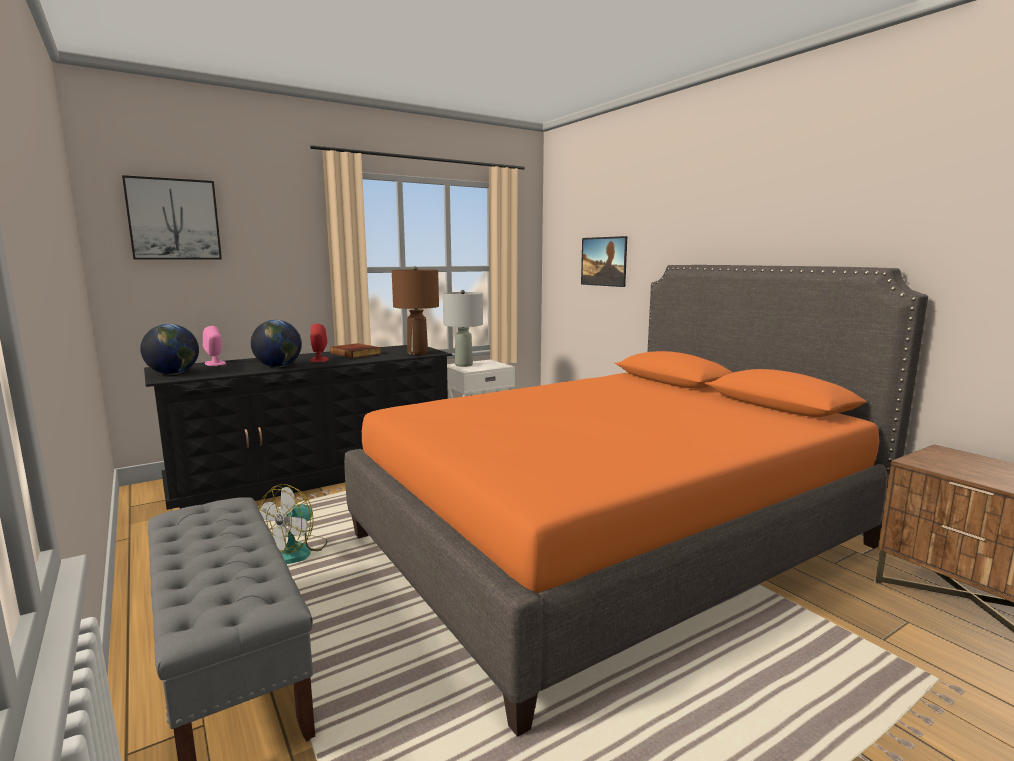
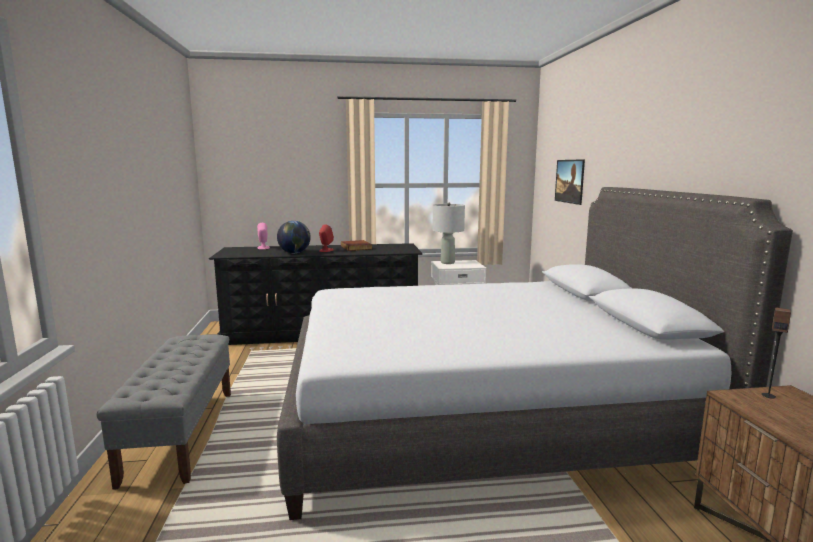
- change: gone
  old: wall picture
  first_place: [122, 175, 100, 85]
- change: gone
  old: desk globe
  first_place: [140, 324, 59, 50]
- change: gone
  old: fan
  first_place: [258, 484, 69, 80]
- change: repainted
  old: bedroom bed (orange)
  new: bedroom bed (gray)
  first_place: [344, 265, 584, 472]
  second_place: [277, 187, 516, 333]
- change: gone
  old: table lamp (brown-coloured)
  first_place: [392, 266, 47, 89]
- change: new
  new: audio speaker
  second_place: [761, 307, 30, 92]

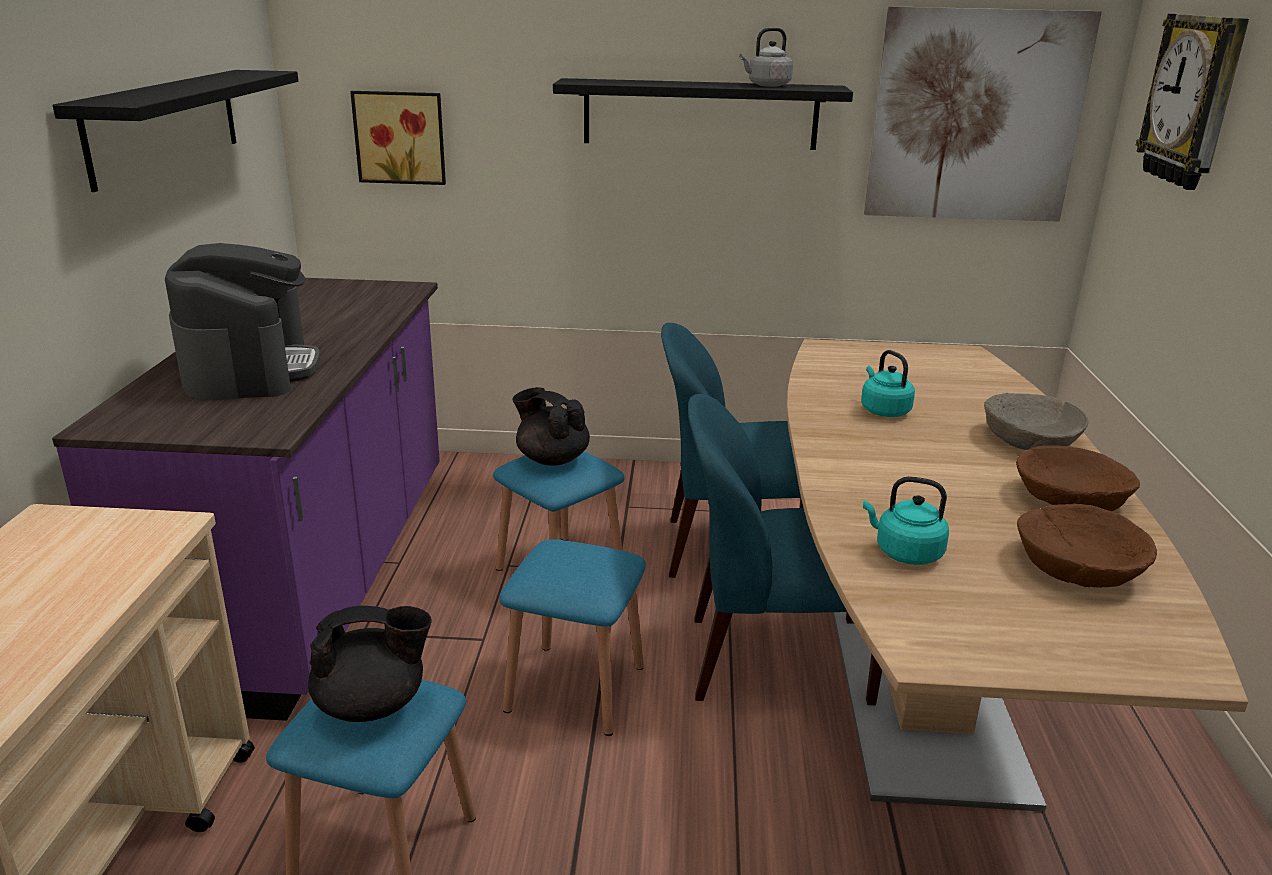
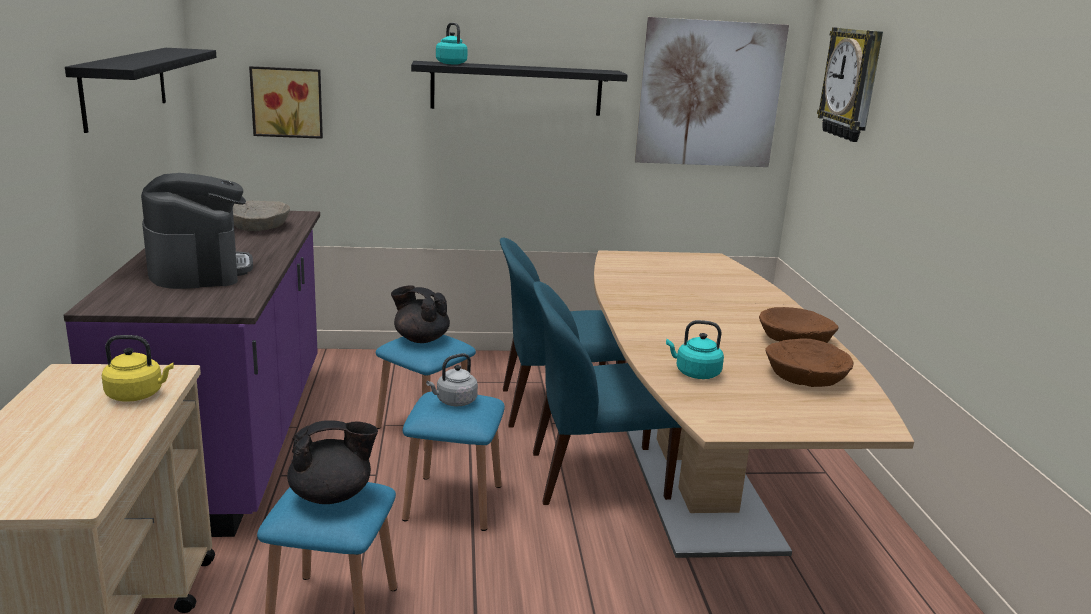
- change: shifted
  old: water kettle (gray)
  first_place: [739, 28, 54, 59]
  second_place: [426, 353, 52, 53]
- change: shifted
  old: water kettle (blue-green)
  first_place: [861, 350, 54, 67]
  second_place: [436, 23, 32, 41]
- change: shifted
  old: serving bowl (beige)
  first_place: [984, 393, 105, 57]
  second_place: [233, 200, 57, 31]
- change: new
  new: water kettle (yellow-coloured)
  second_place: [102, 335, 72, 67]

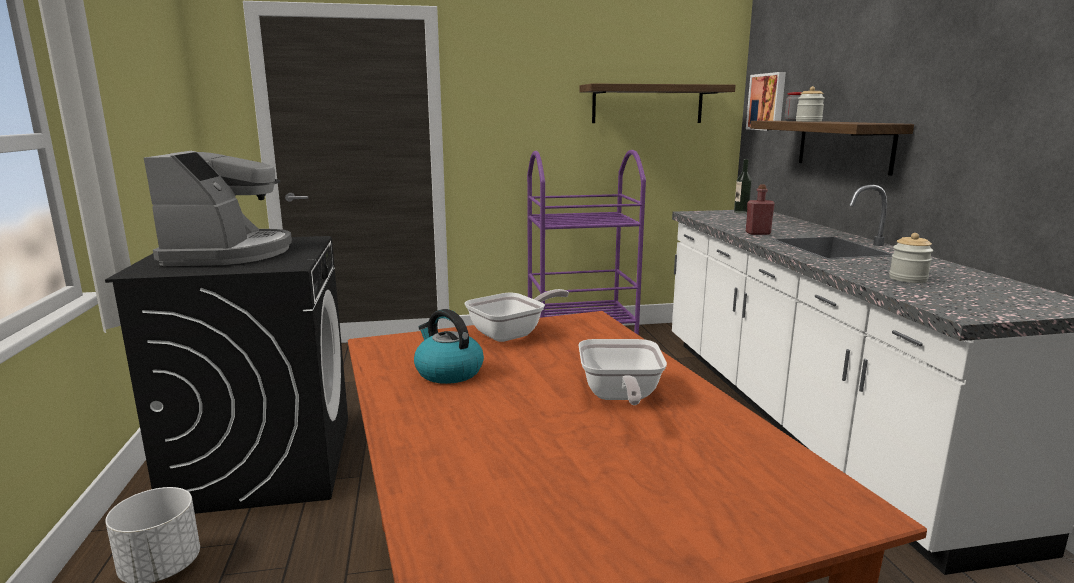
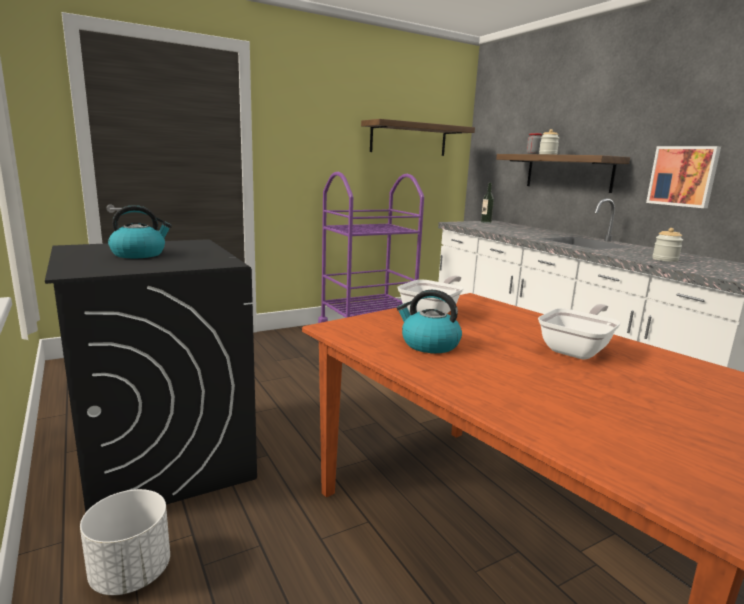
- change: swapped
  old: coffee maker
  new: water kettle
  first_place: [144, 151, 148, 115]
  second_place: [108, 205, 64, 53]
- change: rotated
  old: skillet
  first_place: [578, 339, 89, 66]
  second_place: [538, 304, 83, 56]
  degrees: -120
- change: shifted
  old: wall picture
  first_place: [746, 72, 40, 59]
  second_place: [646, 146, 75, 62]
- change: gone
  old: beverage bottle (reddish)
  first_place: [746, 184, 29, 51]

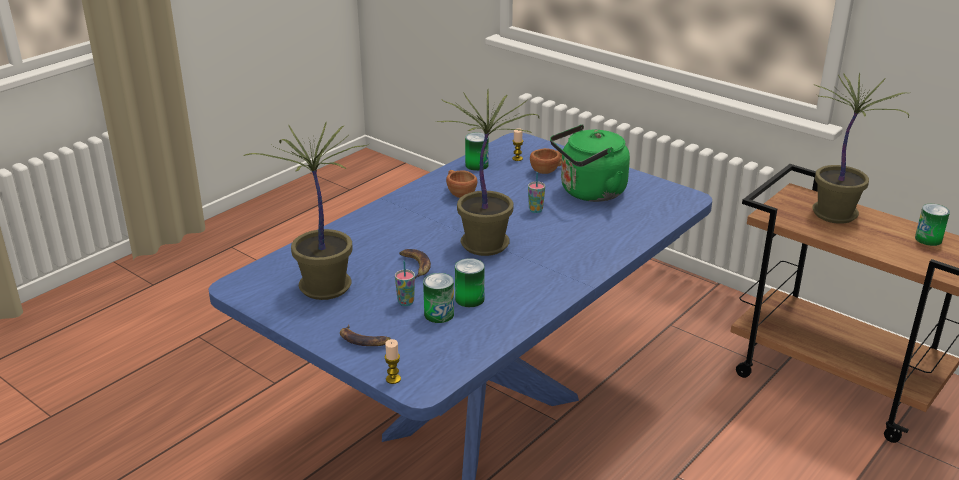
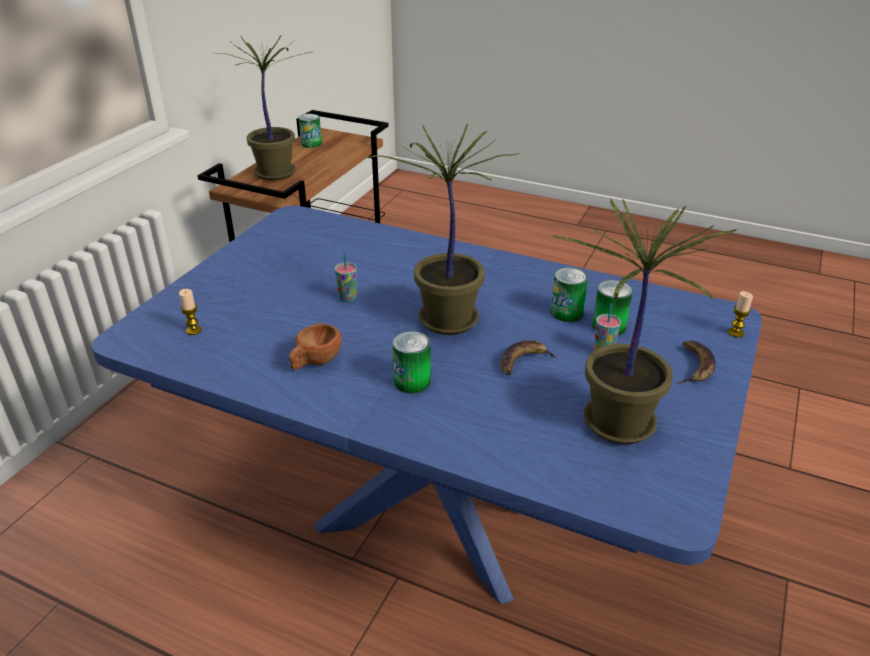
- change: shifted
  old: can
  first_place: [465, 132, 24, 39]
  second_place: [392, 331, 39, 62]
- change: gone
  old: small cup (brown-coloured)
  first_place: [530, 148, 32, 26]
- change: gone
  old: water kettle (greenish)
  first_place: [550, 125, 80, 77]

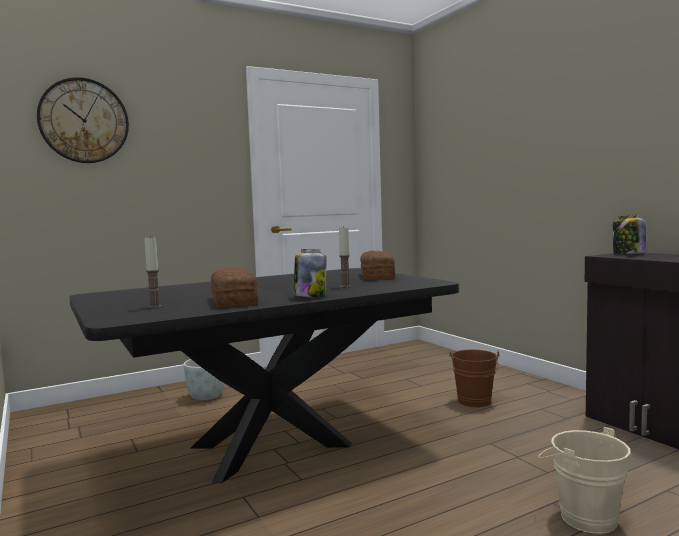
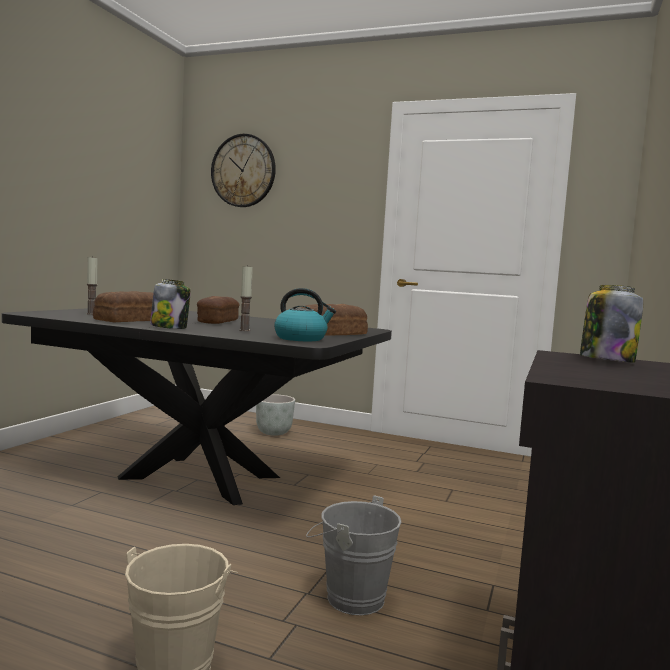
- change: gone
  old: pail (brown-coloured)
  first_place: [449, 349, 50, 59]
- change: new
  new: bakery bread
  second_place: [197, 296, 42, 28]
- change: new
  new: water kettle
  second_place: [274, 288, 62, 53]
- change: new
  new: pail (gray)
  second_place: [306, 495, 96, 120]

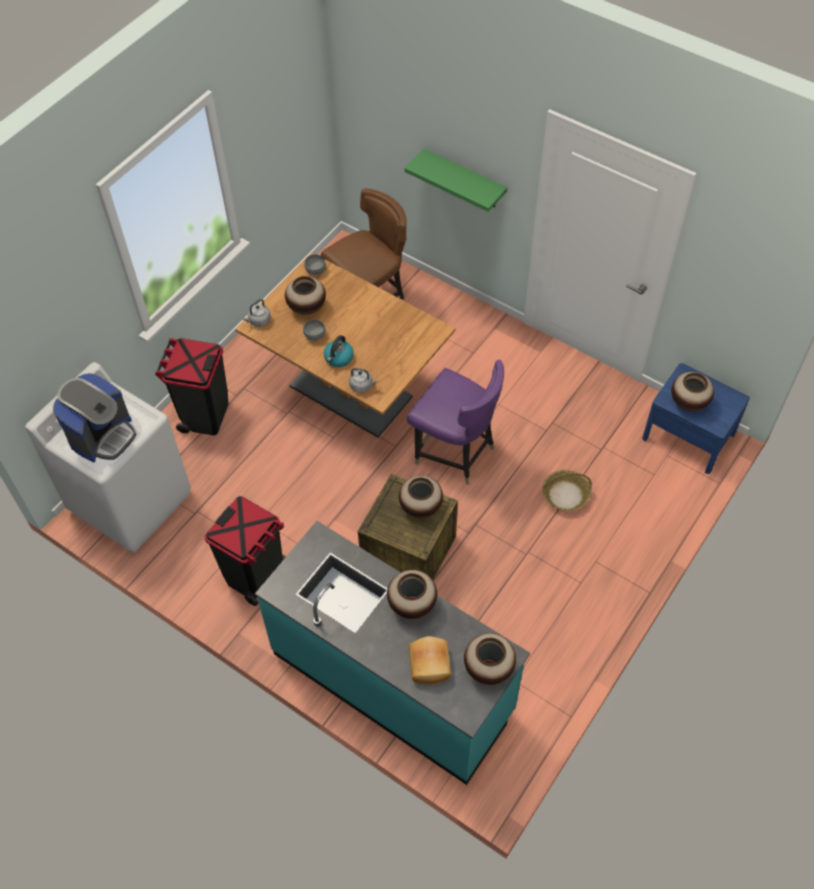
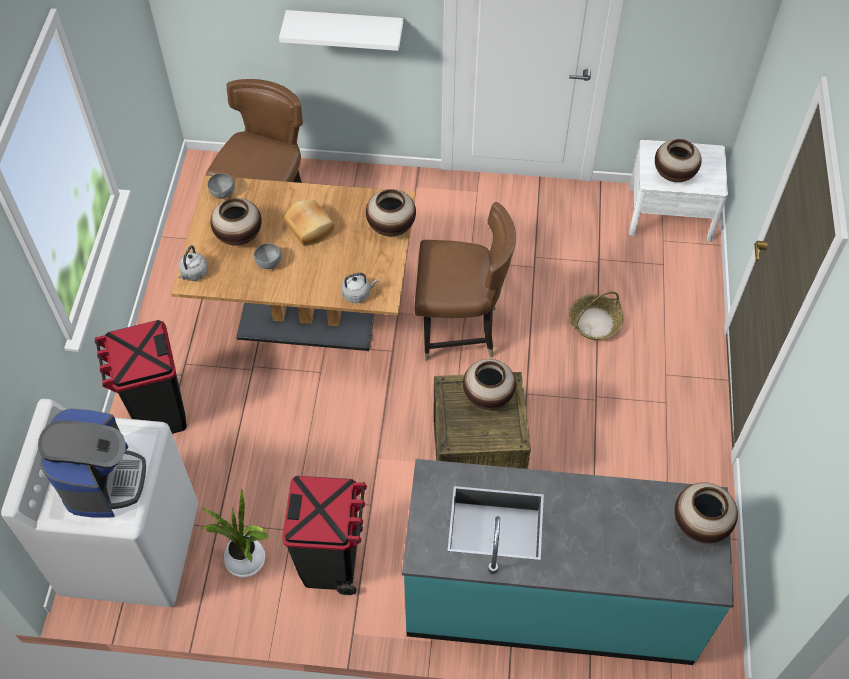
- change: gone
  old: water kettle
  first_place: [324, 335, 30, 32]
- change: shifted
  old: vase
  first_place: [387, 570, 50, 49]
  second_place: [366, 189, 50, 47]
- change: repainted
  old: shelf (greenish)
  new: shelf (white)
  first_place: [405, 149, 102, 63]
  second_place: [279, 10, 124, 41]
- change: repainted
  old: plain chair (purplish)
  new: plain chair (brown-coloured)
  first_place: [407, 360, 97, 125]
  second_place: [414, 202, 102, 159]
- change: shifted
  old: bakery bread
  first_place: [409, 636, 42, 49]
  second_place: [284, 200, 50, 46]
- change: repainted
  old: night table (blue-coloured)
  new: night table (white)
  first_place: [642, 363, 108, 111]
  second_place: [629, 140, 99, 102]
- change: new
  new: plant in a pot
  second_place: [201, 489, 69, 88]

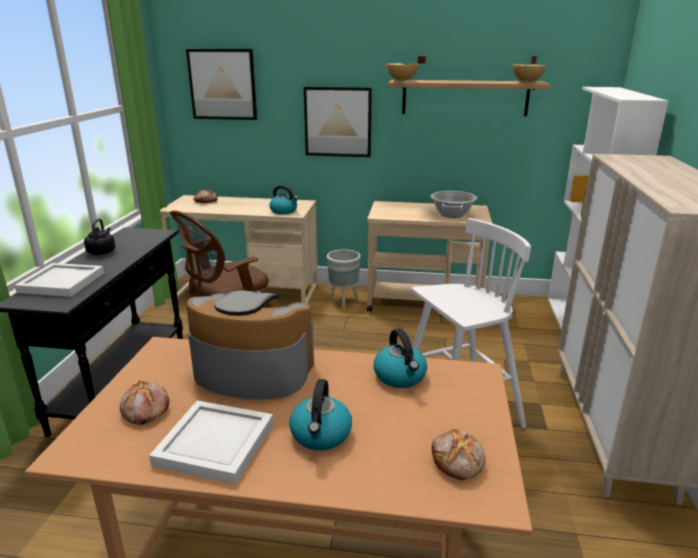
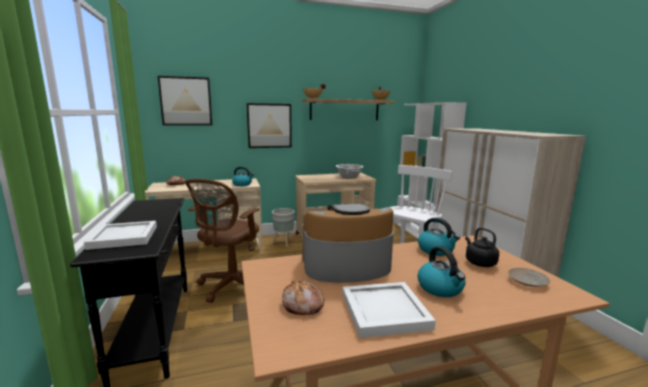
- change: shifted
  old: water kettle (black)
  first_place: [84, 218, 31, 37]
  second_place: [465, 227, 34, 40]
- change: swapped
  old: bakery bread
  new: dinner plate (beige)
  first_place: [432, 429, 53, 51]
  second_place: [508, 268, 42, 19]

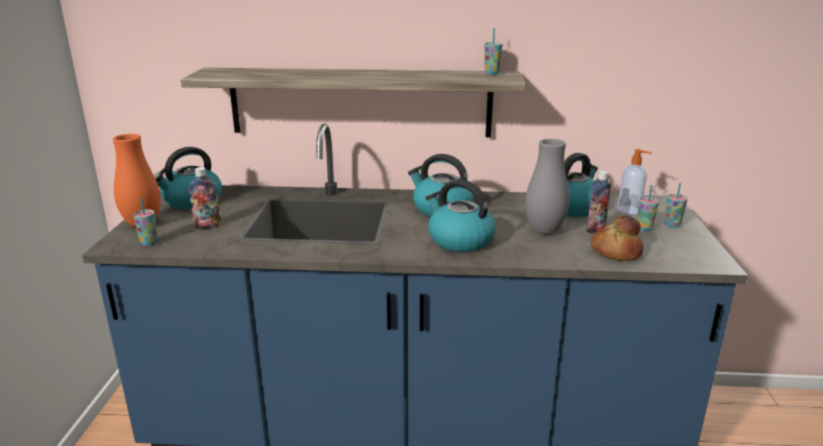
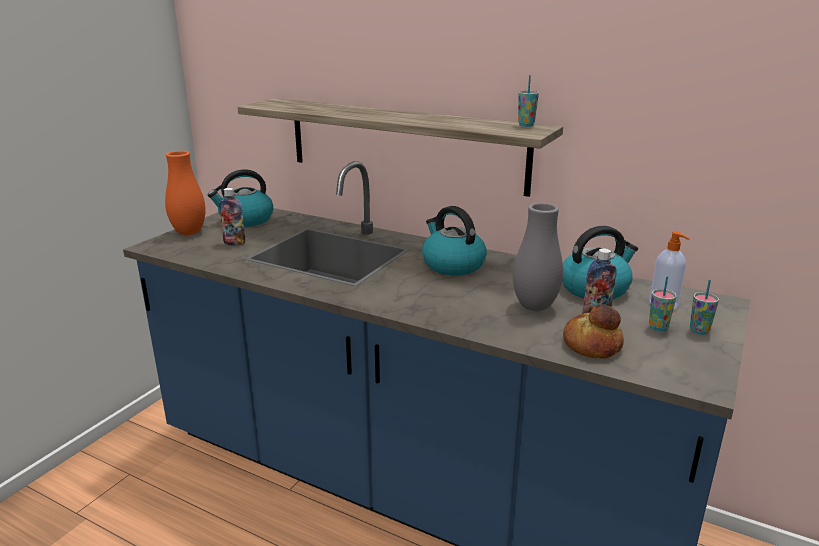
- change: gone
  old: small cup
  first_place: [133, 198, 24, 48]
- change: gone
  old: water kettle
  first_place: [426, 179, 70, 73]

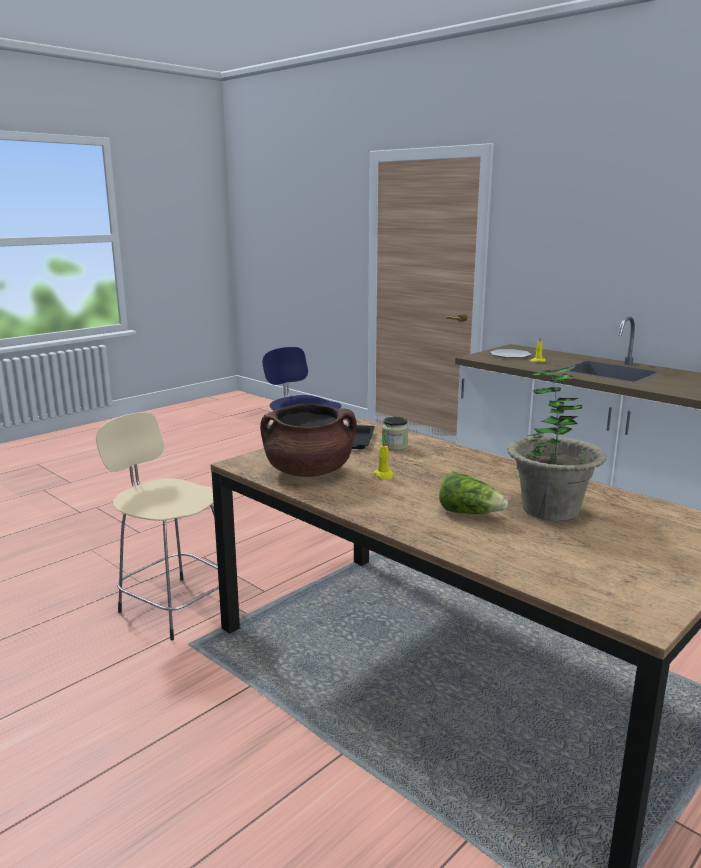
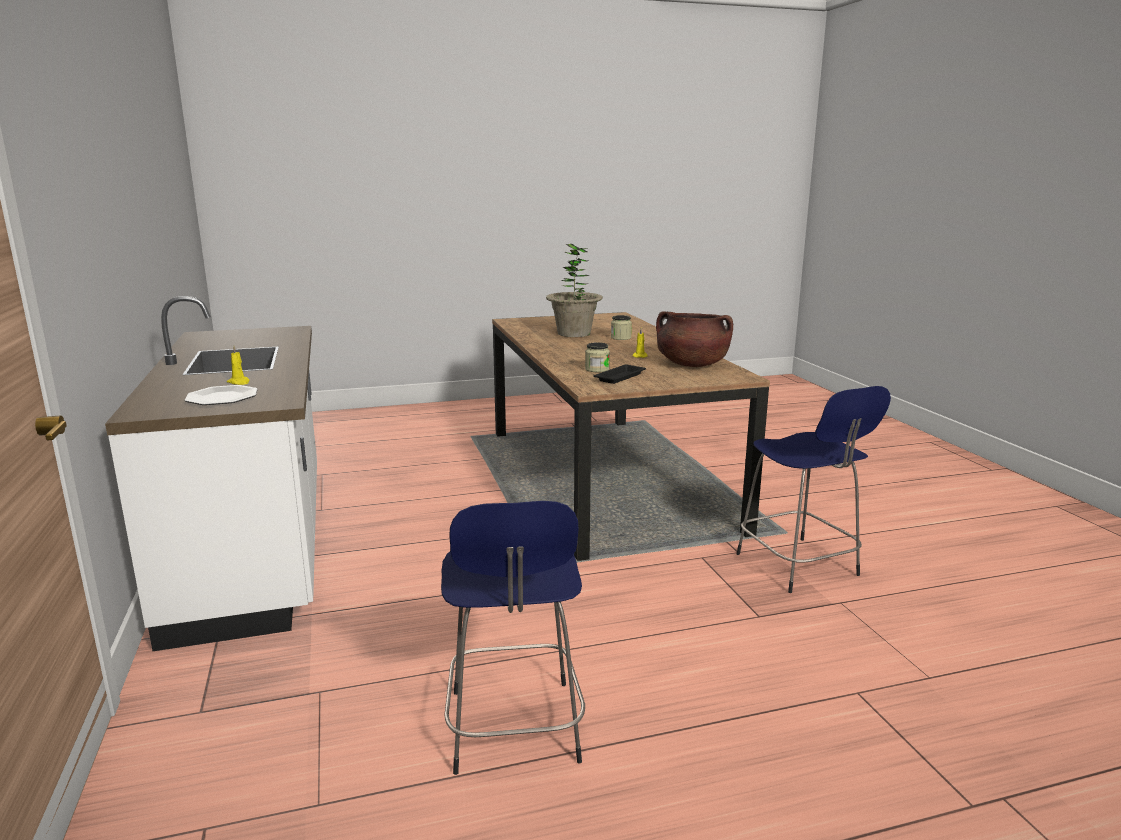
- change: repainted
  old: sitting stool (beige)
  new: sitting stool (blue-coloured)
  first_place: [96, 412, 123, 229]
  second_place: [737, 386, 154, 207]
- change: swapped
  old: head of lettuce
  new: storage jar
  first_place: [439, 472, 69, 42]
  second_place: [611, 315, 21, 25]

